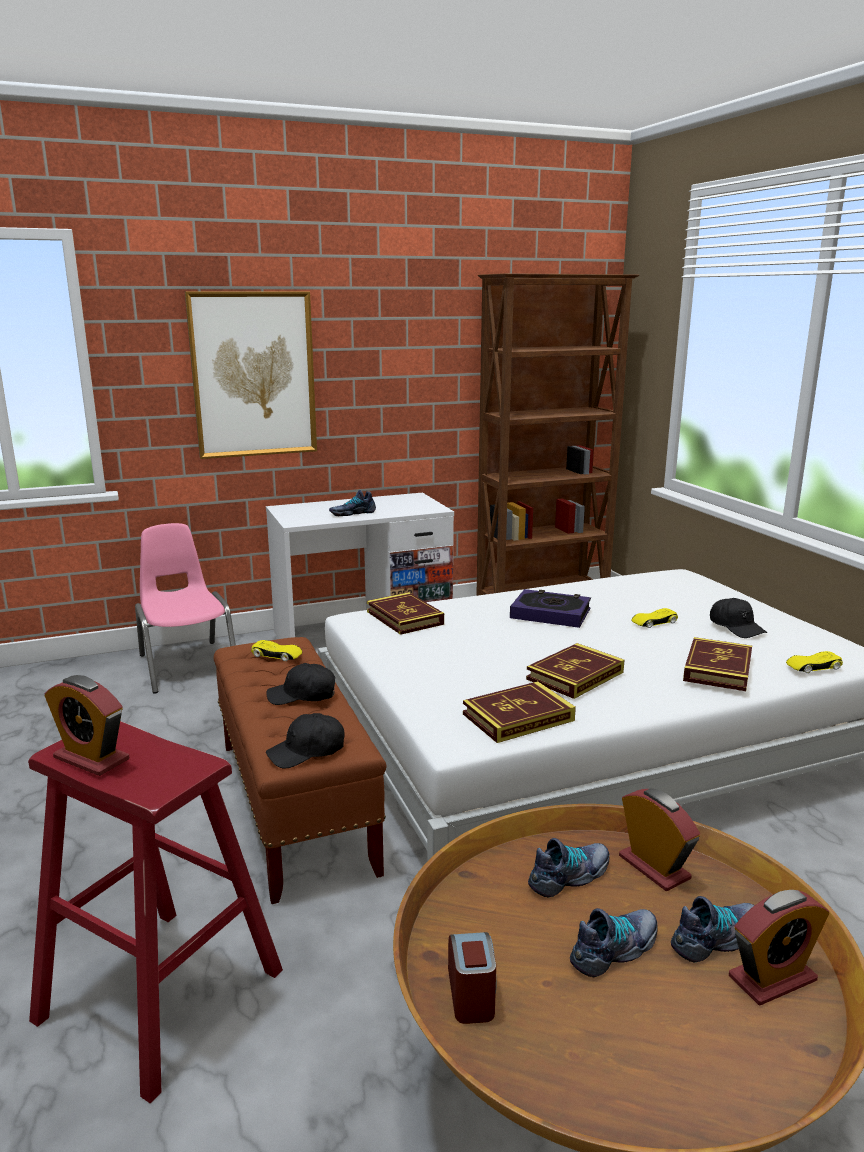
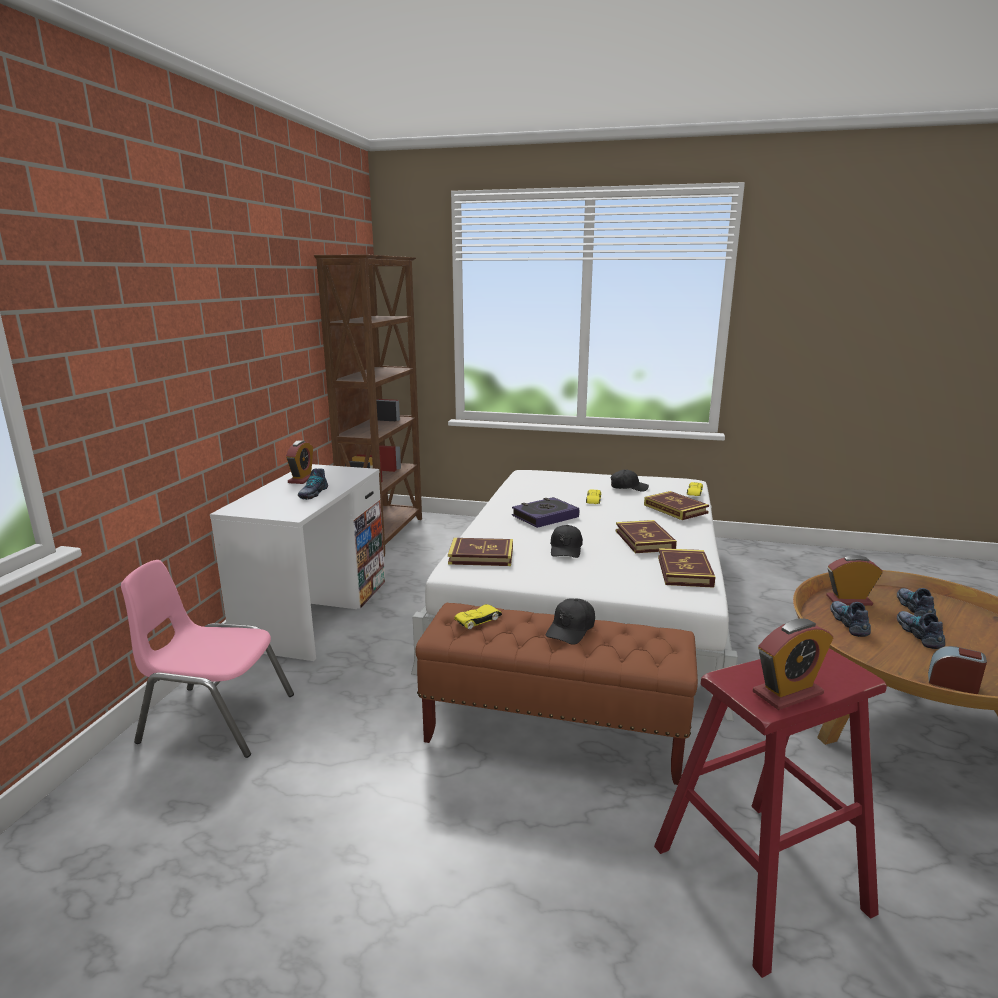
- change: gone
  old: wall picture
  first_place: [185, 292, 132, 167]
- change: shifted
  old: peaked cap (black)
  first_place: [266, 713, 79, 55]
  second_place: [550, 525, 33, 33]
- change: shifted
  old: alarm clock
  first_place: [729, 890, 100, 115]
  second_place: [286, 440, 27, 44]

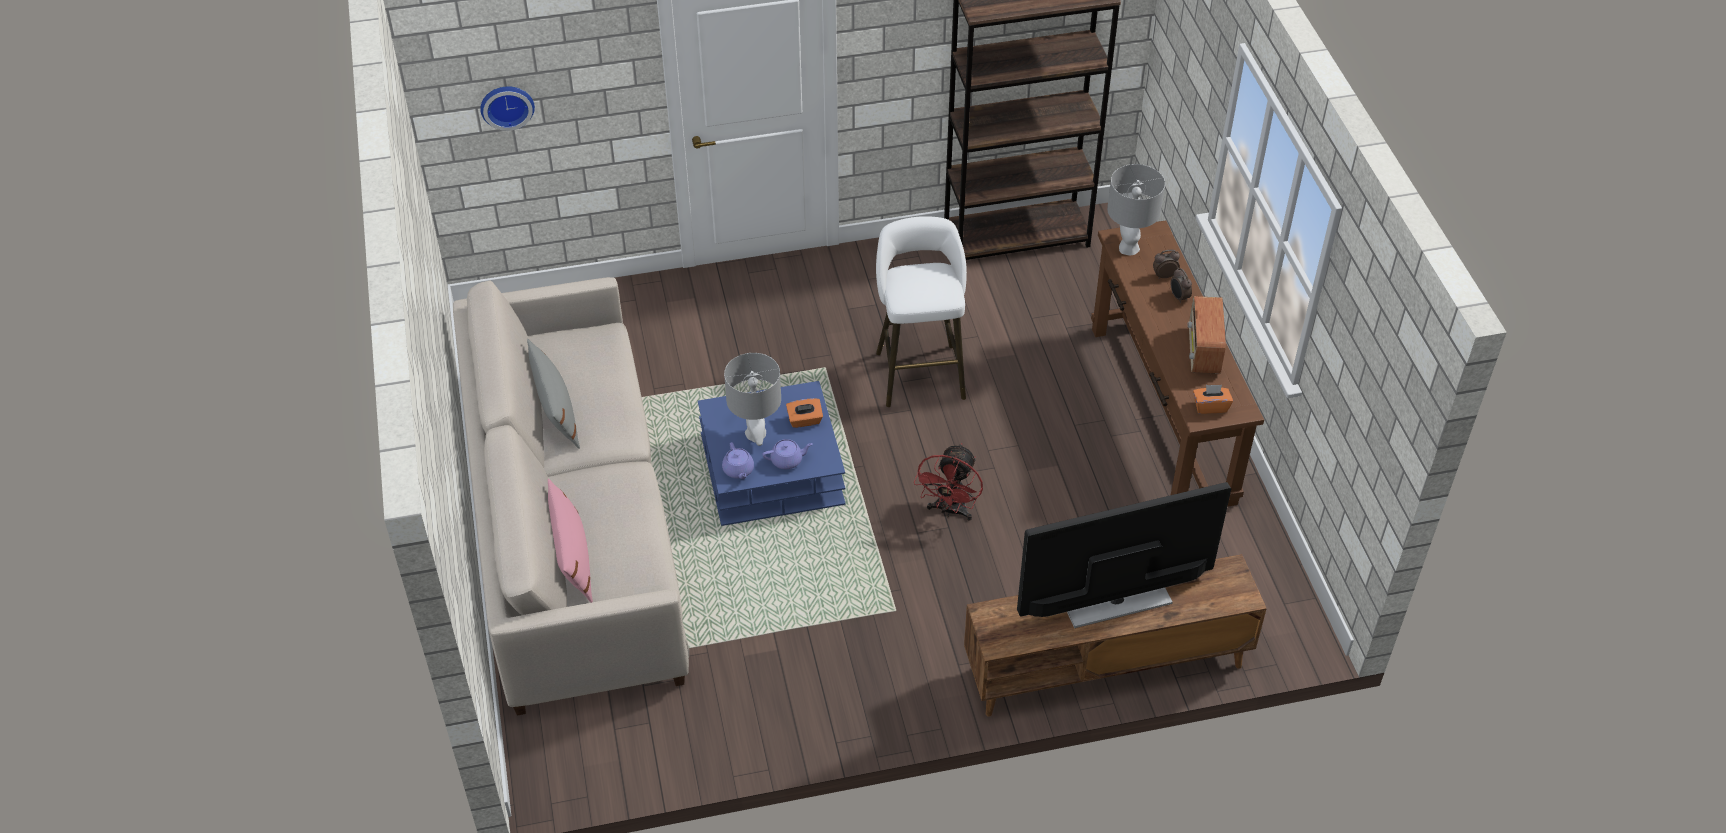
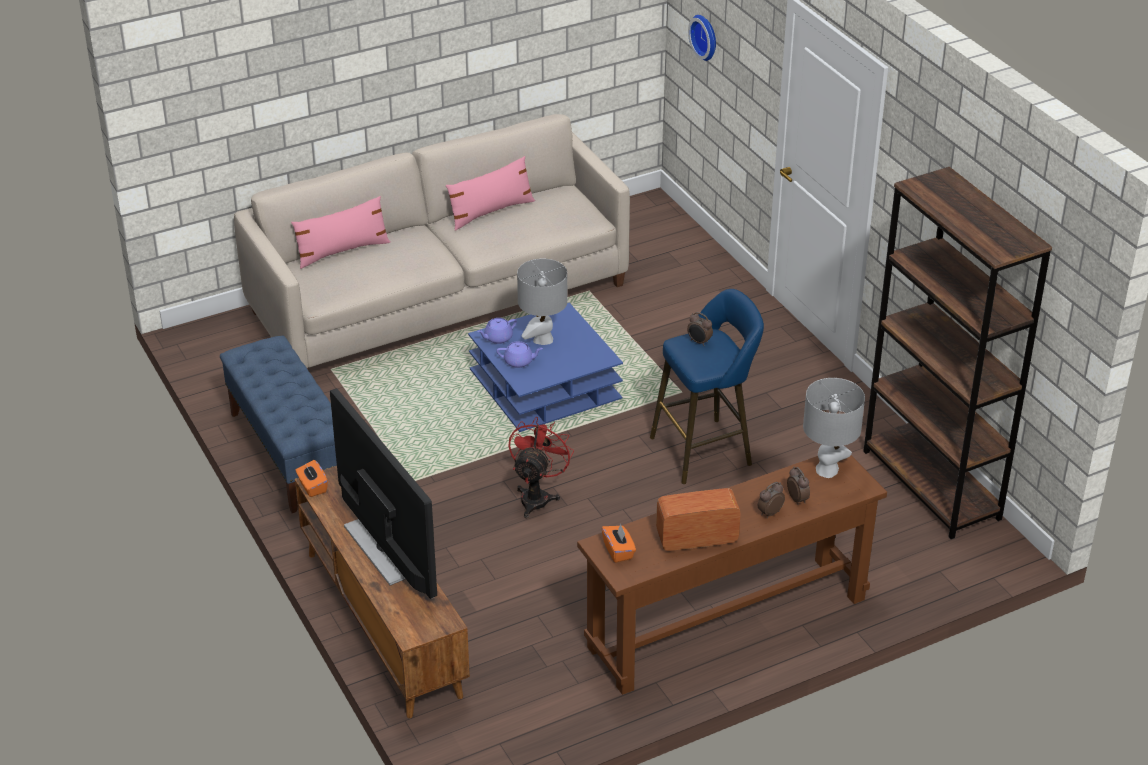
- change: repainted
  old: cushion (gray)
  new: cushion (pink)
  first_place: [527, 339, 53, 110]
  second_place: [446, 156, 89, 75]
- change: rotated
  old: teapot (purplish)
  first_place: [762, 439, 51, 30]
  second_place: [496, 341, 47, 27]
  degrees: -60
- change: shifted
  old: tissue holder (orange)
  first_place: [786, 398, 37, 30]
  second_place: [296, 460, 32, 37]
- change: repainted
  old: sitting stool (white)
  new: sitting stool (blue-coloured)
  first_place: [876, 216, 91, 191]
  second_place: [650, 289, 114, 195]
- change: rotated
  old: fan (reddish)
  first_place: [914, 443, 69, 78]
  second_place: [508, 417, 66, 101]
  degrees: 105
- change: new
  new: bench (blue-coloured)
  second_place: [220, 335, 117, 178]
- change: new
  new: alarm clock
  second_place: [687, 312, 26, 34]

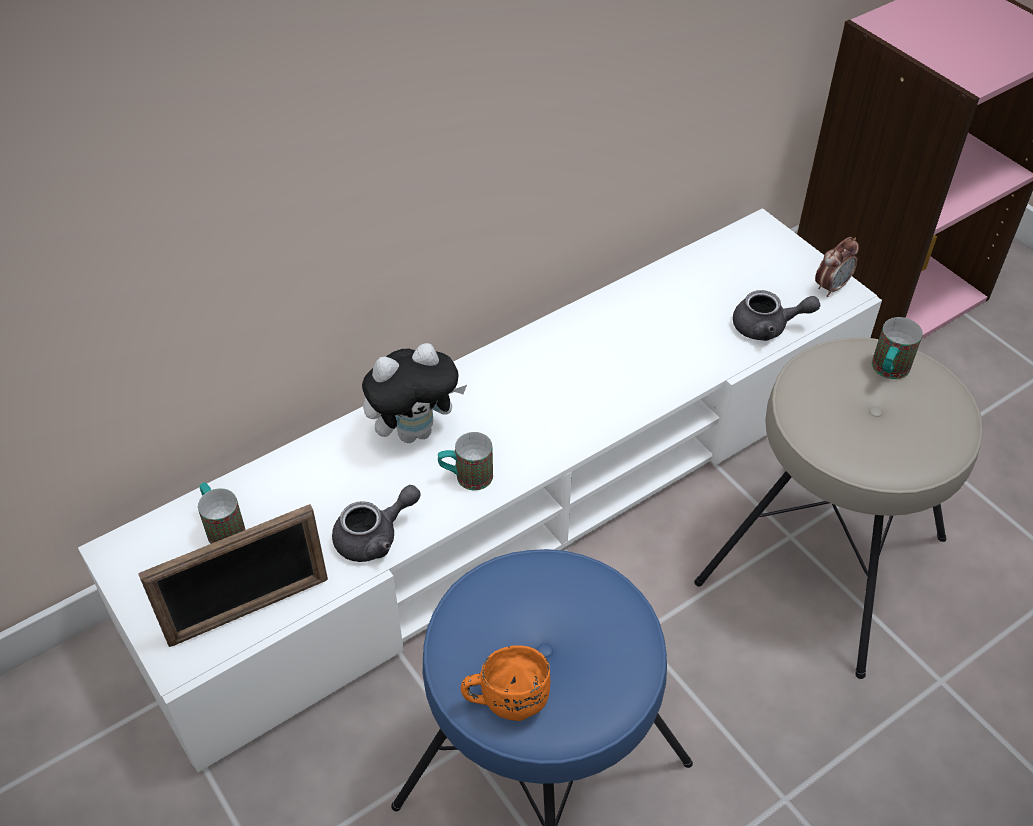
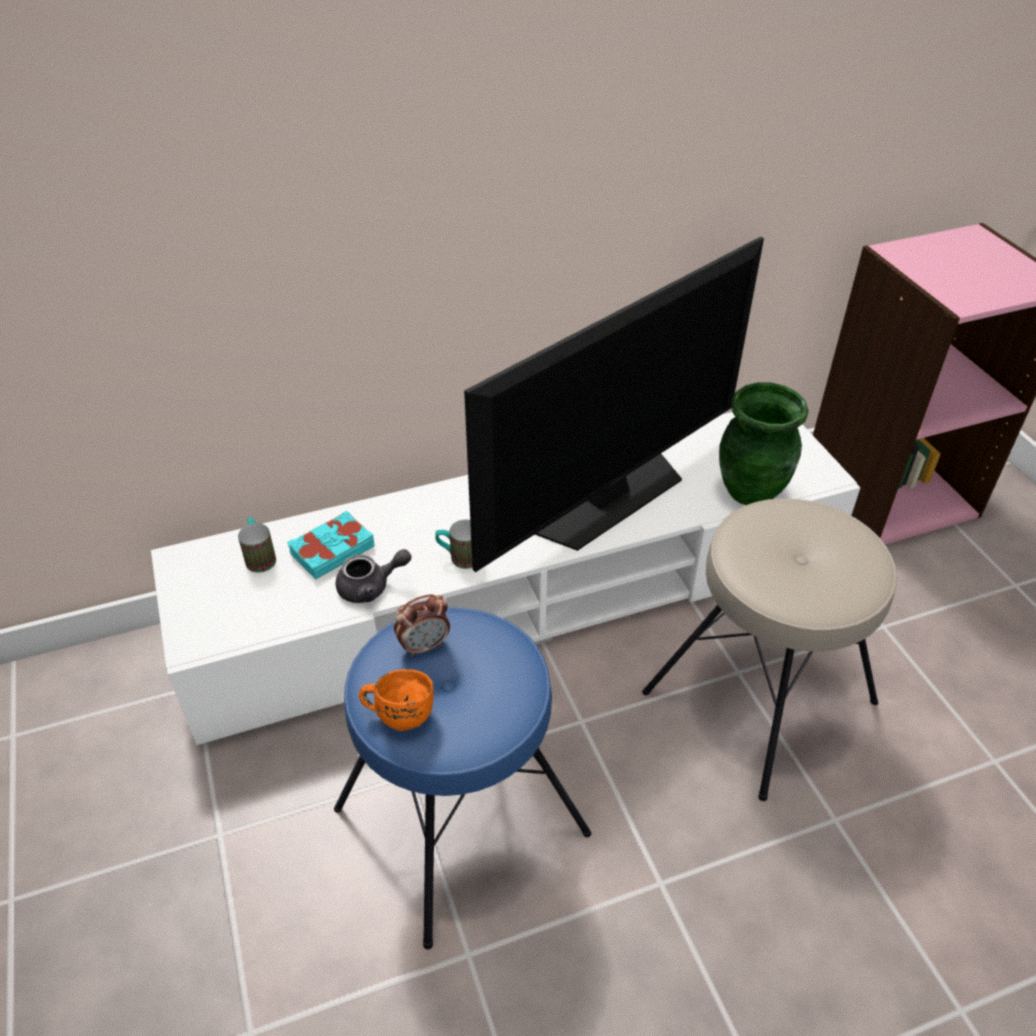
- change: gone
  old: photo frame
  first_place: [138, 504, 190, 143]
- change: gone
  old: soft toy
  first_place: [362, 343, 105, 100]
- change: swapped
  old: teapot (gray)
  new: vase (greenish)
  first_place: [733, 290, 87, 51]
  second_place: [719, 382, 90, 123]
- change: shifted
  old: alarm clock
  first_place: [815, 237, 44, 60]
  second_place: [394, 594, 56, 63]
- change: gone
  old: mug
  first_place: [872, 317, 51, 62]
- change: new
  new: book (blue-green)
  second_place: [287, 510, 88, 70]
- change: new
  new: TV set
  second_place: [464, 237, 300, 335]

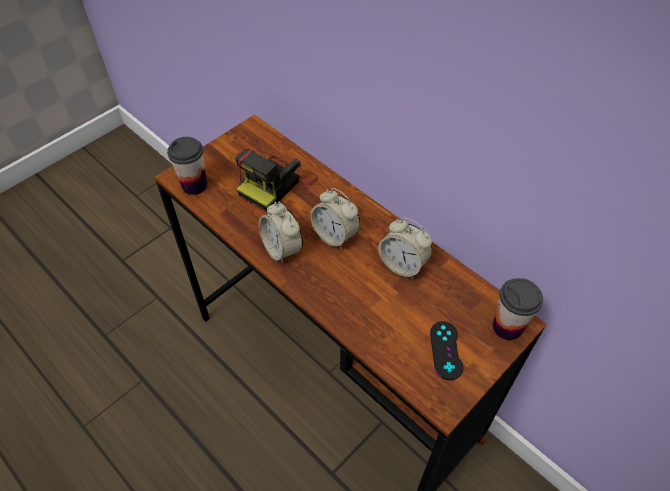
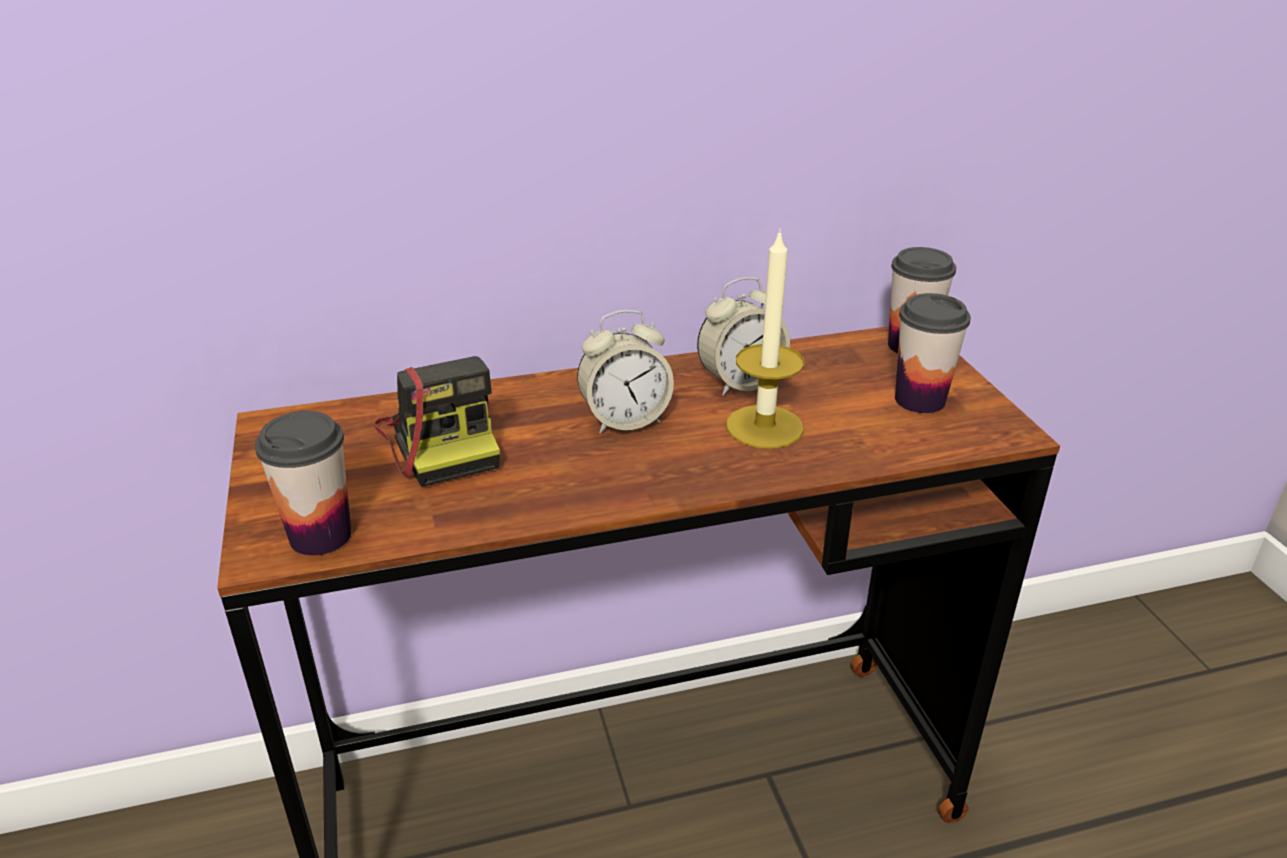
- change: gone
  old: alarm clock
  first_place: [259, 202, 44, 62]
- change: swapped
  old: game controller (black)
  new: small cup
  first_place: [430, 321, 33, 59]
  second_place: [895, 293, 76, 120]
- change: new
  new: wax candle
  second_place: [727, 229, 77, 220]

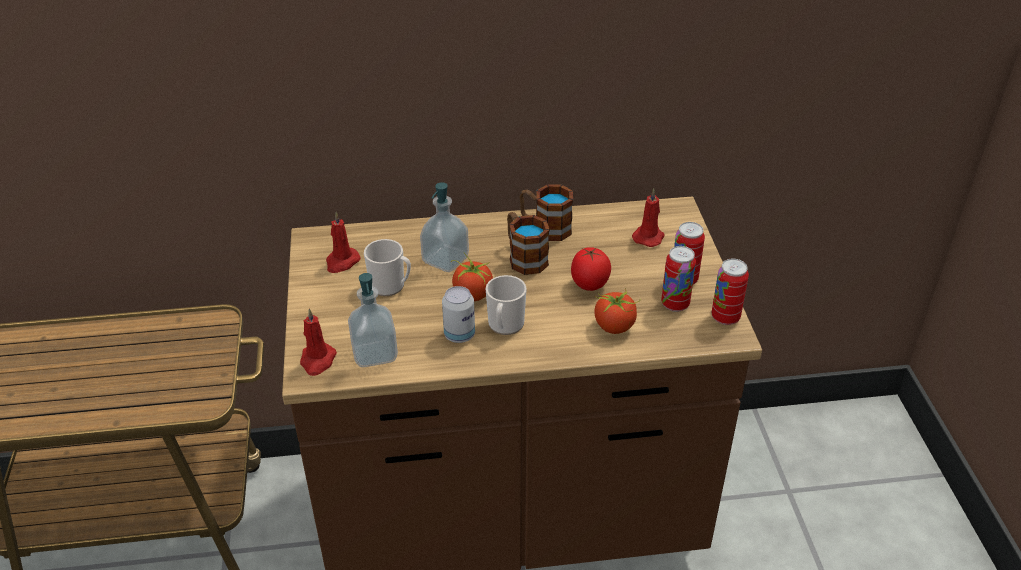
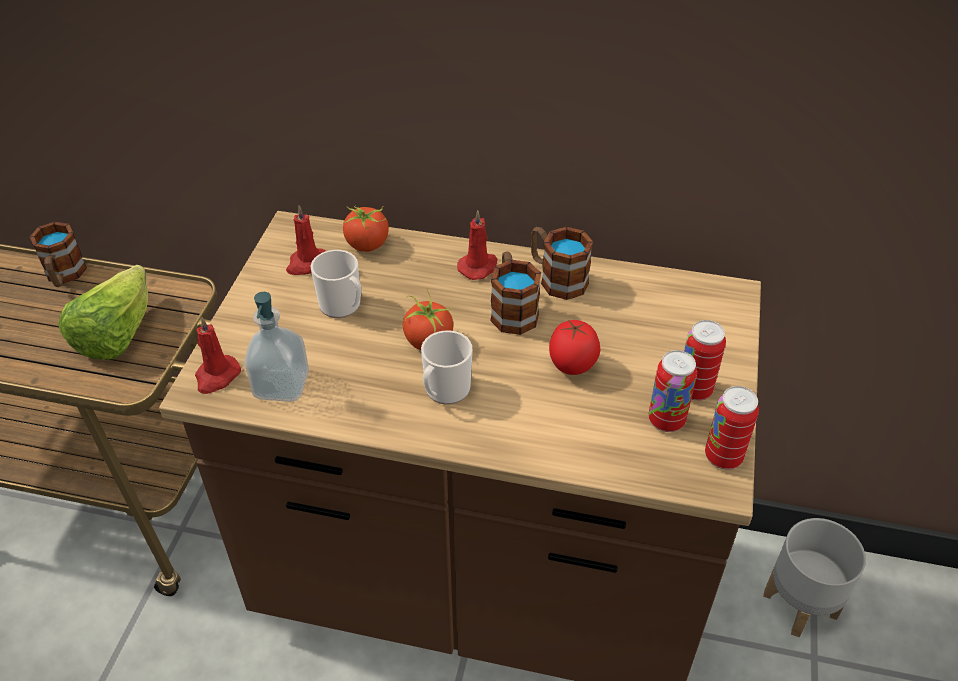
- change: gone
  old: soap bottle
  first_place: [420, 182, 49, 90]
- change: gone
  old: can
  first_place: [442, 286, 33, 57]
- change: shifted
  old: tomato
  first_place: [594, 288, 47, 46]
  second_place: [343, 206, 46, 46]
- change: shifted
  old: wax candle (reddish)
  first_place: [632, 189, 33, 58]
  second_place: [457, 210, 41, 70]
- change: new
  new: mug
  second_place: [30, 222, 57, 65]
- change: new
  new: head of lettuce
  second_place: [58, 265, 90, 95]
- change: new
  new: flower pot (gray)
  second_place: [763, 518, 103, 119]

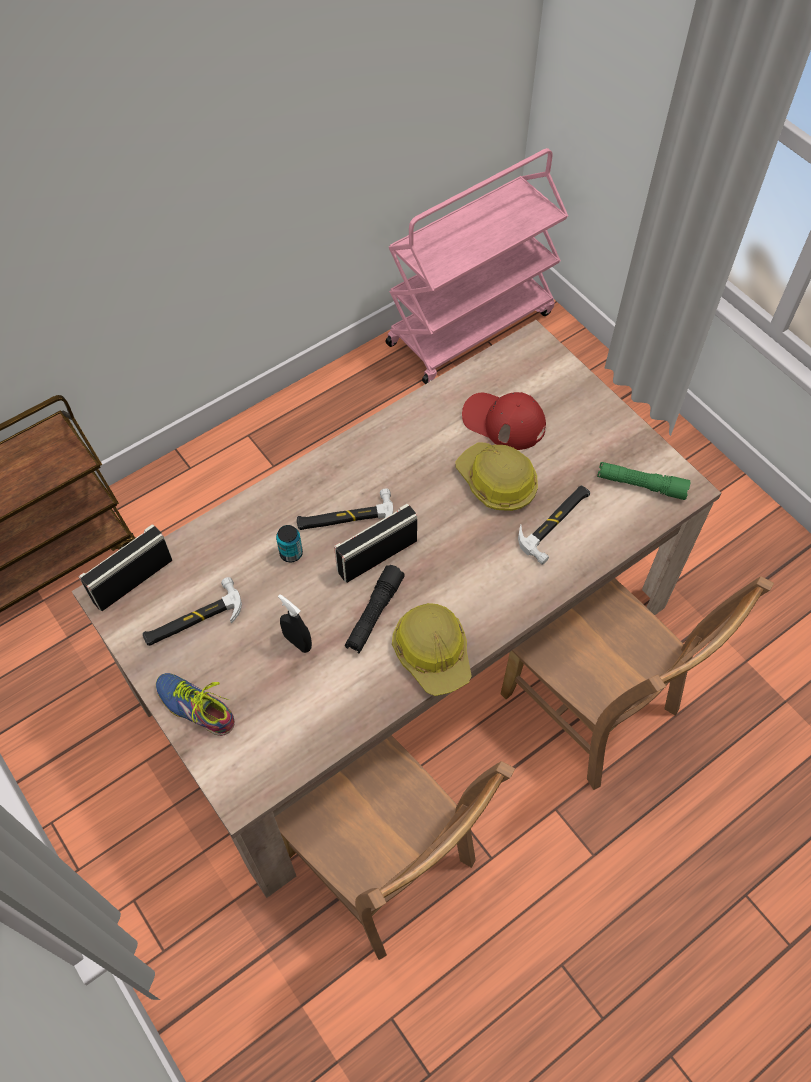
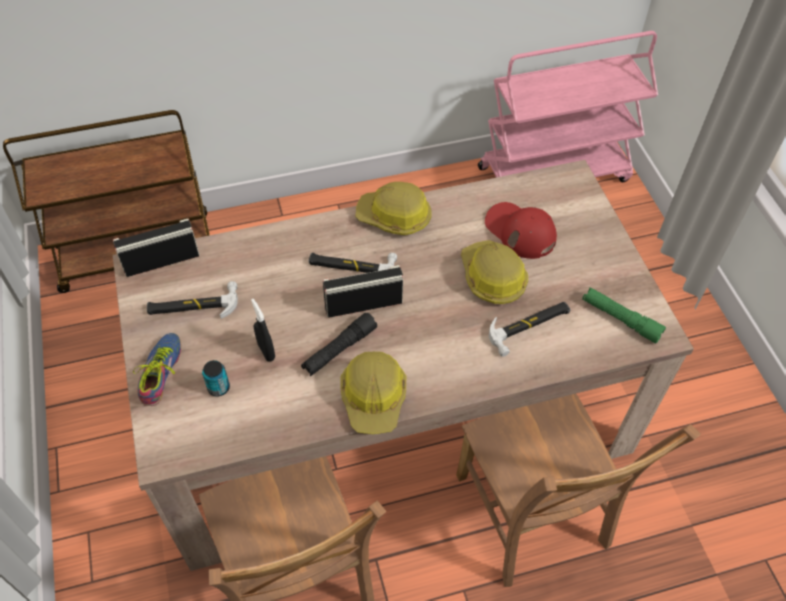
- change: rotated
  old: item of footwear
  first_place: [156, 673, 79, 63]
  second_place: [133, 333, 48, 73]
  degrees: 45
- change: shifted
  old: can
  first_place: [276, 525, 27, 37]
  second_place: [202, 360, 28, 36]
- change: new
  new: hard hat
  second_place: [356, 182, 76, 53]

